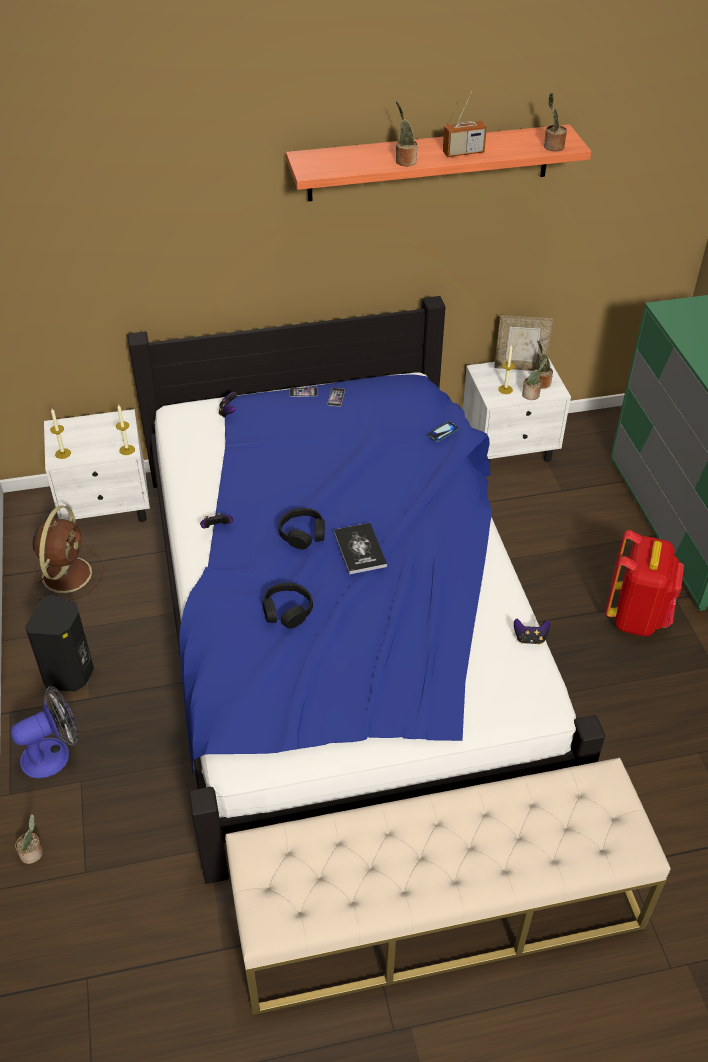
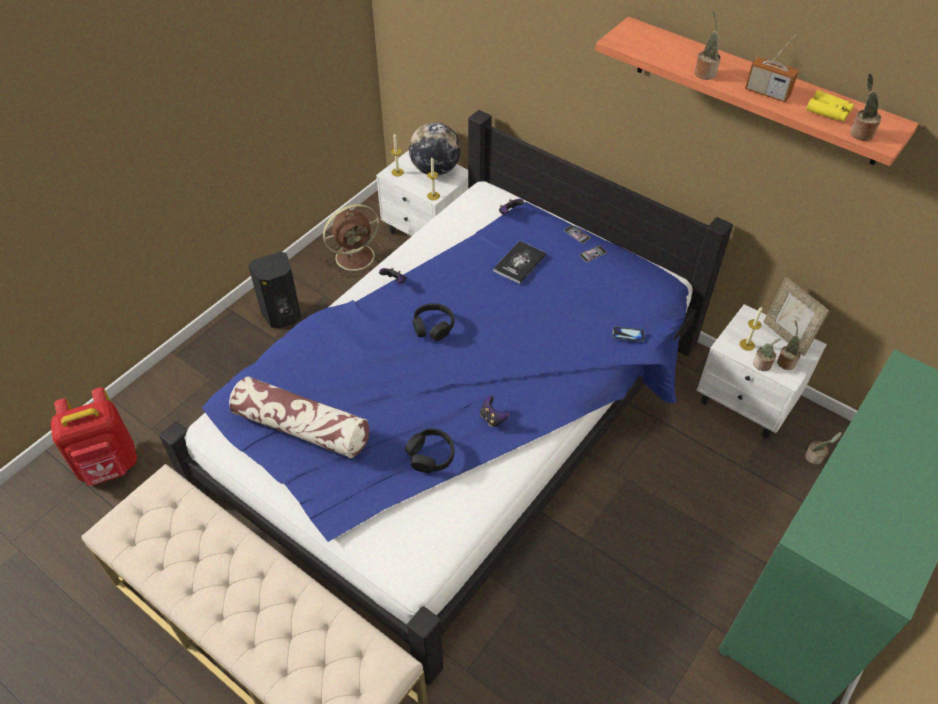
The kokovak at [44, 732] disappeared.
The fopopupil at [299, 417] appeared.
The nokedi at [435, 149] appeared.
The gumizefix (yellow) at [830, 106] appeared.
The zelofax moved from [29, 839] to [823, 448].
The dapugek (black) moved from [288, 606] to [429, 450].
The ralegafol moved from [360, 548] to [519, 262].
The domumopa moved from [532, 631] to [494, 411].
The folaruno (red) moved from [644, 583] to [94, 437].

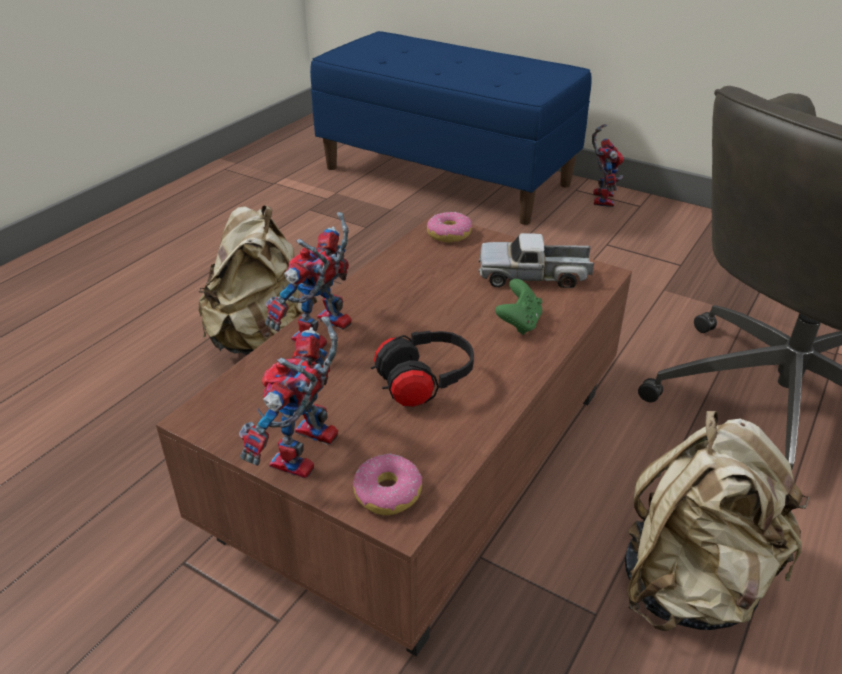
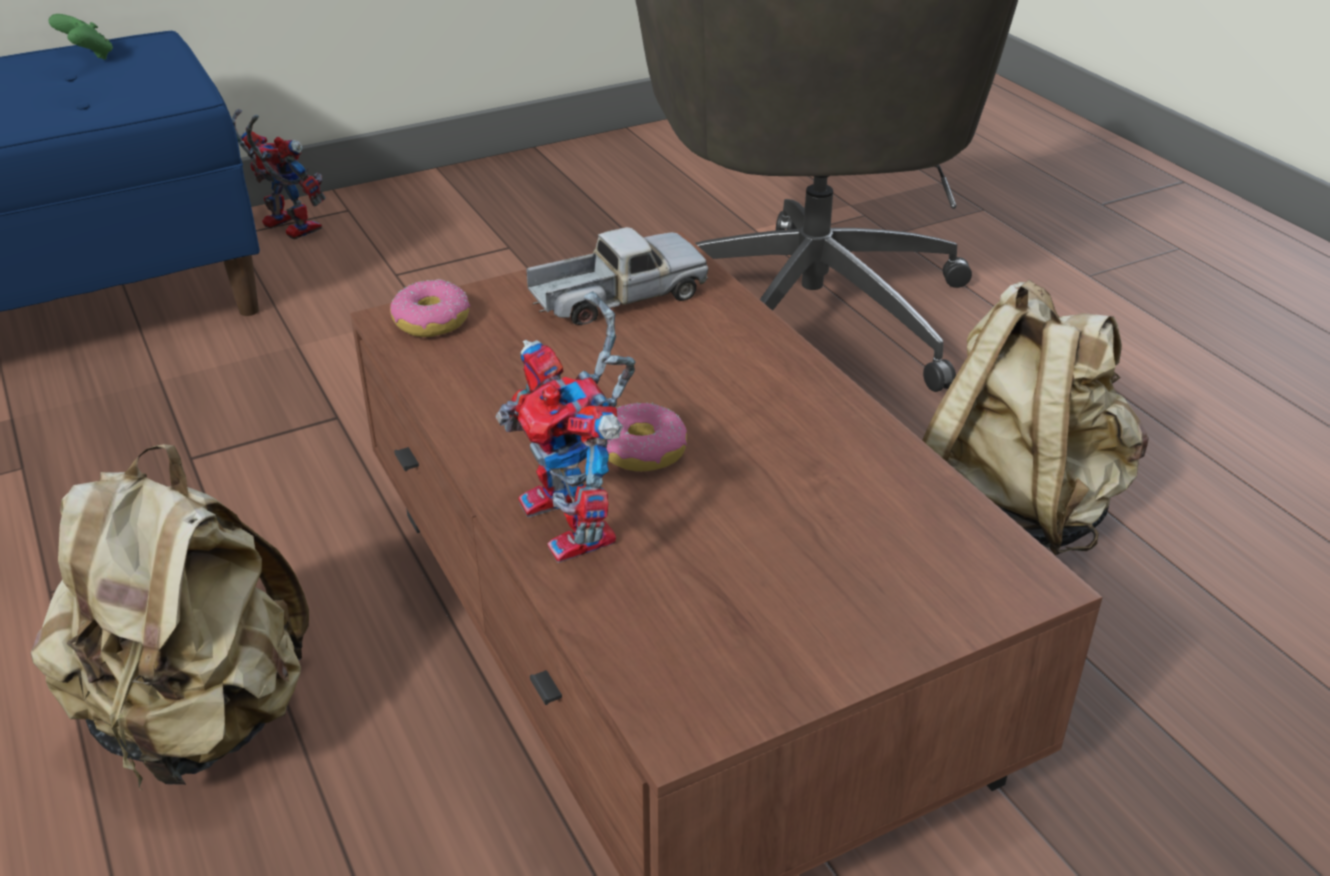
The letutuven at [288, 397] disappeared.
The dapugek (black) at [422, 369] disappeared.
The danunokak moved from [387, 484] to [647, 437].
The domumopa (green) moved from [518, 307] to [81, 37].
The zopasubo at [536, 260] turned 150 degrees counterclockwise.

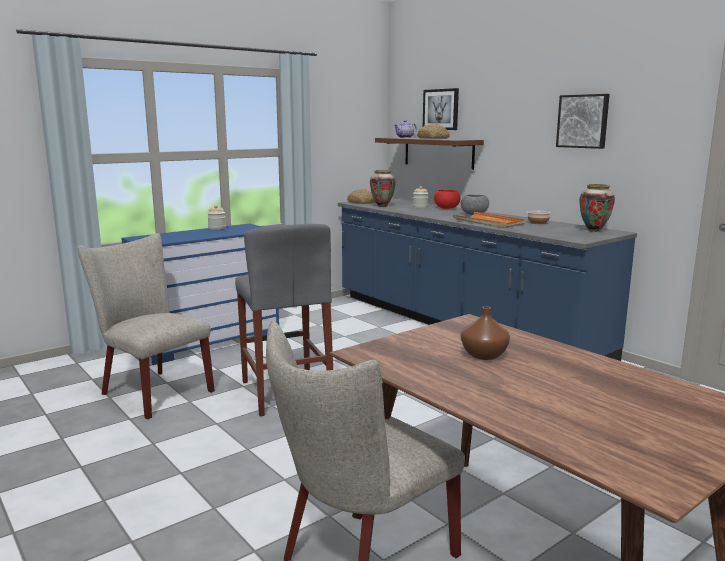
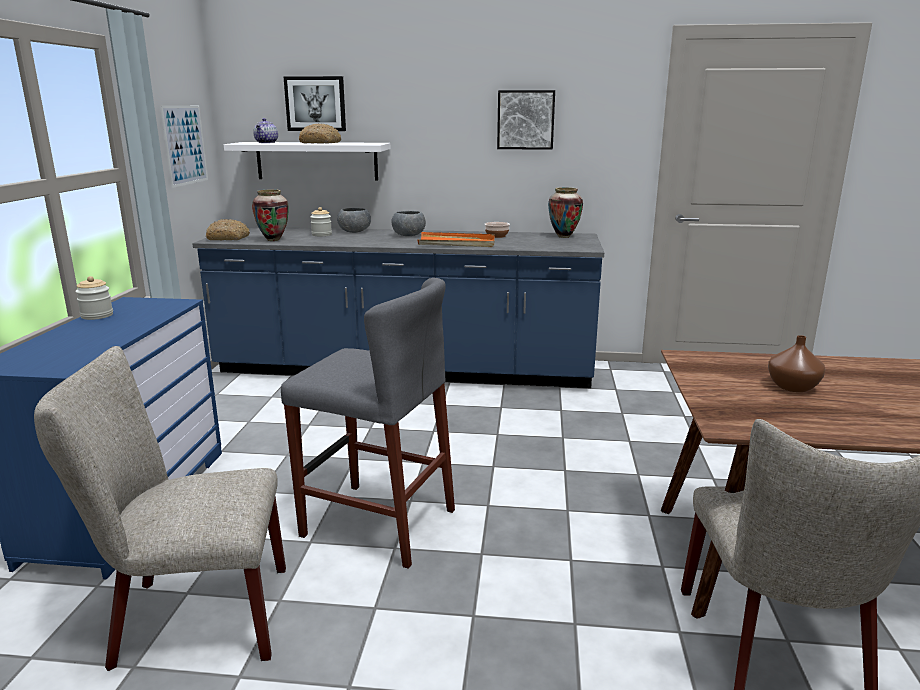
The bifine at [184, 146] appeared.
The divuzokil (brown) at [429, 153] became the divuzokil (white) at [307, 161].
The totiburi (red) at [447, 199] became the totiburi (grey) at [354, 220].

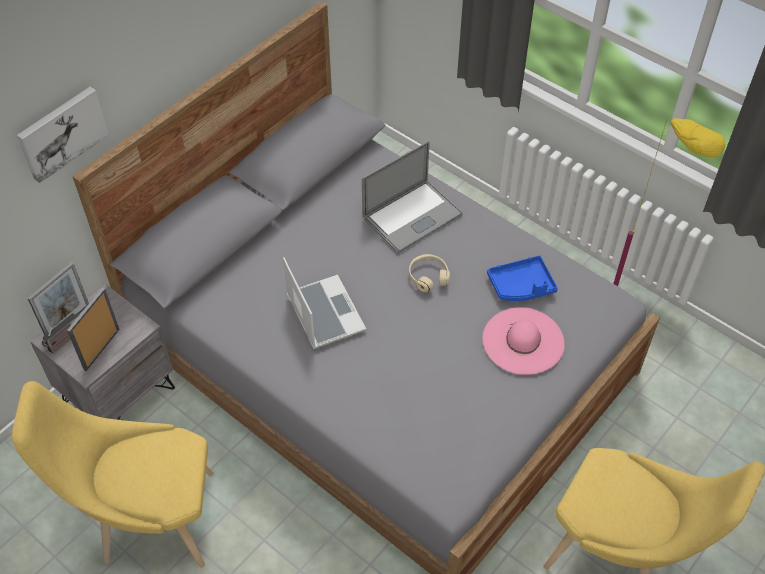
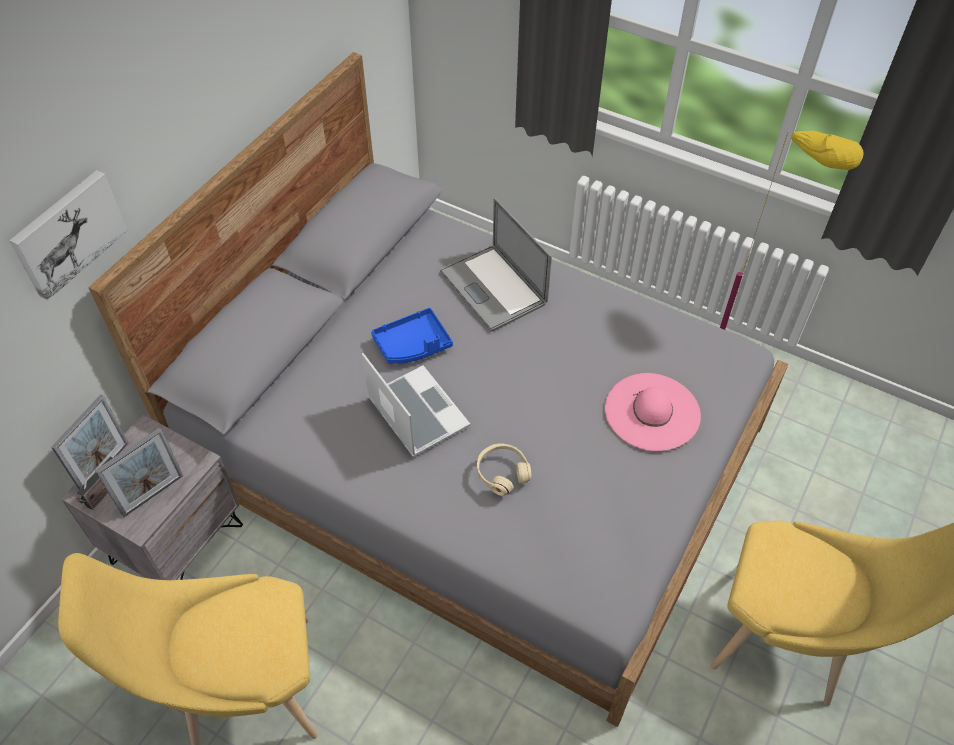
The dapugek (beige) moved from [429, 273] to [504, 469].
The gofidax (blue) moved from [522, 278] to [412, 336].
The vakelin at [93, 329] turned 150 degrees counterclockwise.
The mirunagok at [412, 197] turned 105 degrees clockwise.

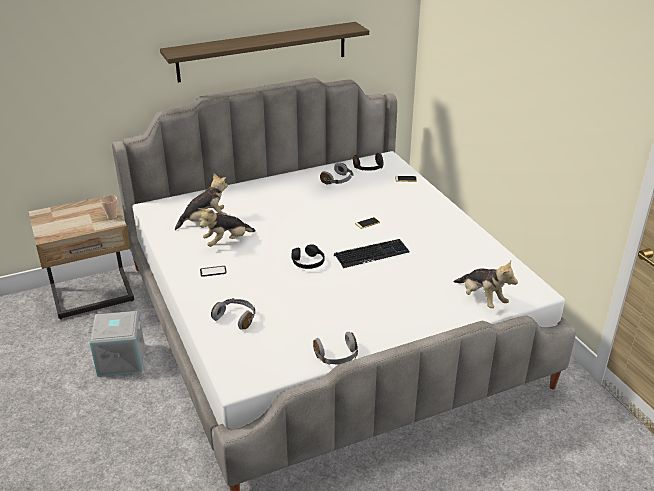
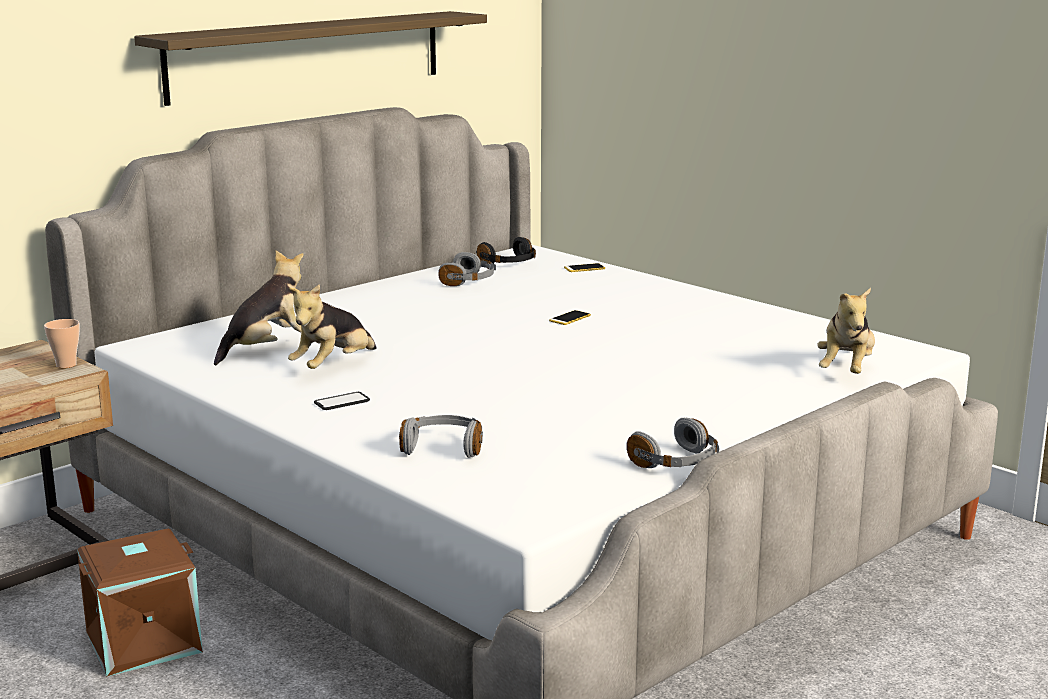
The dapugek (black) at [308, 256] disappeared.
The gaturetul at [371, 253] disappeared.
The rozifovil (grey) at [116, 344] became the rozifovil (brown) at [140, 603].
The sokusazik at [485, 284] turned 75 degrees clockwise.

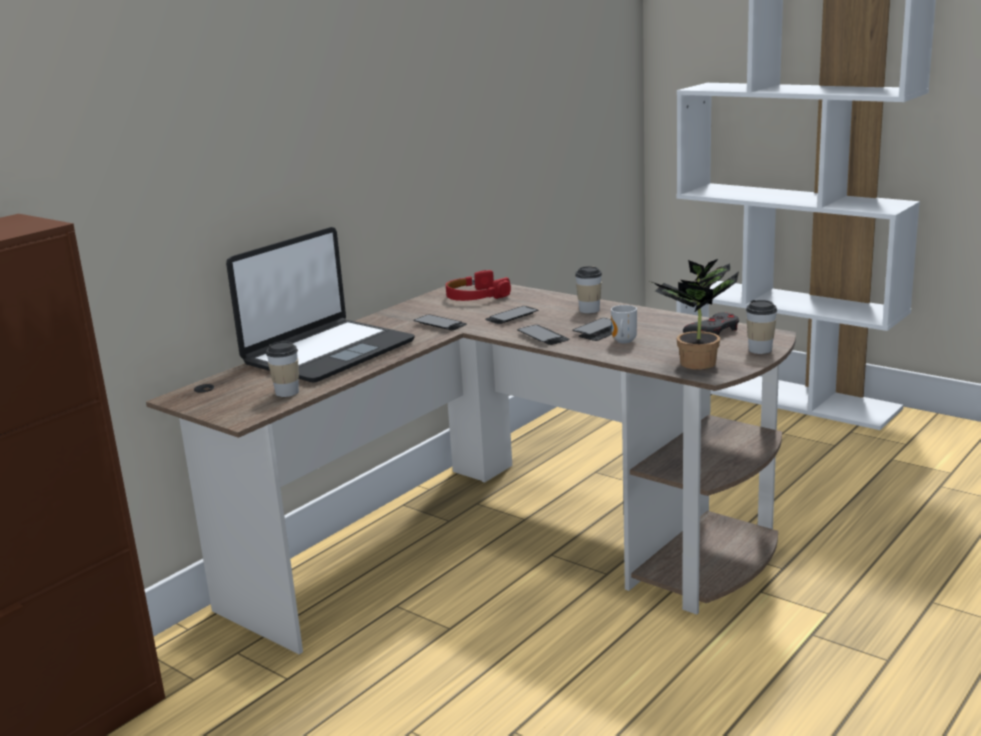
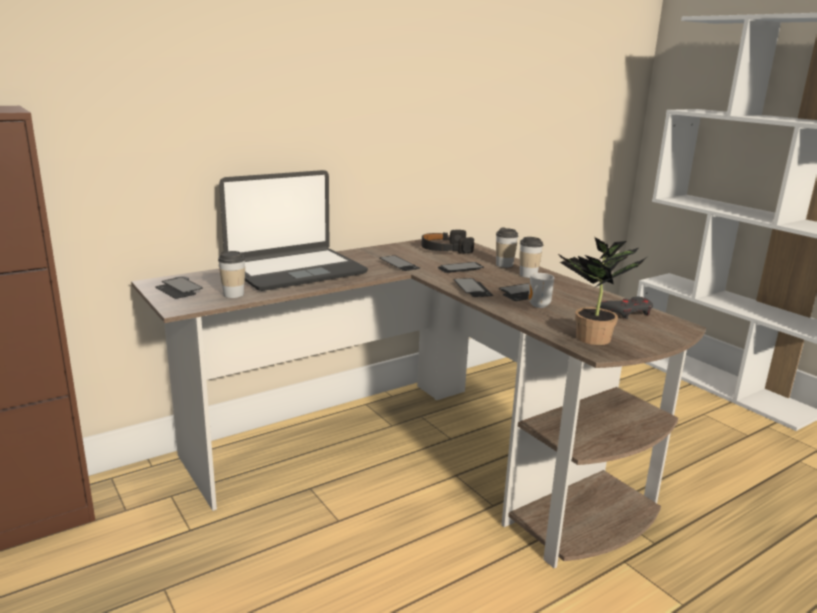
The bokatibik at [179, 288] appeared.
The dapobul moved from [761, 327] to [507, 247].
The dapugek (red) at [478, 285] became the dapugek (black) at [447, 242].

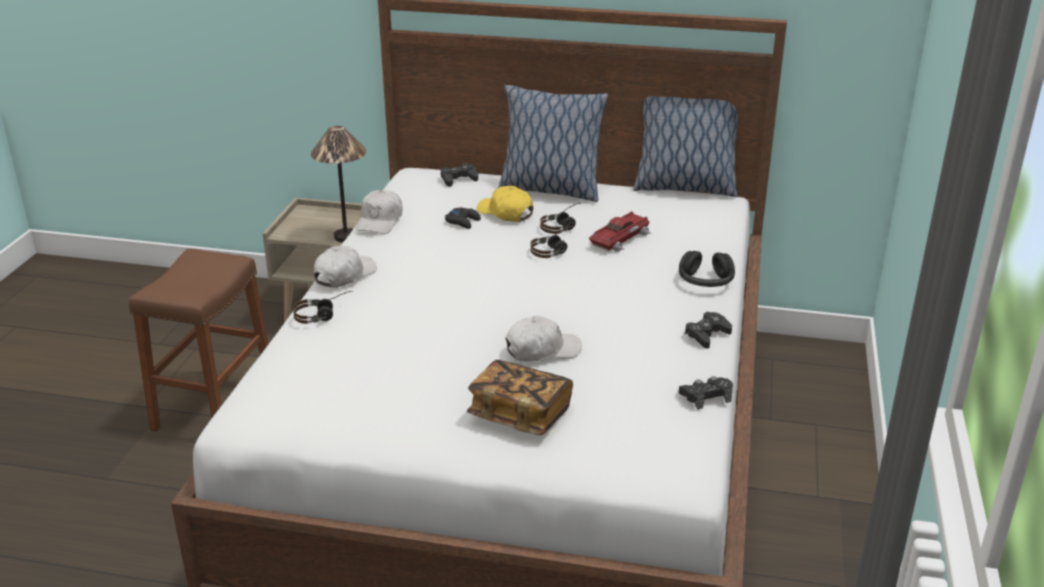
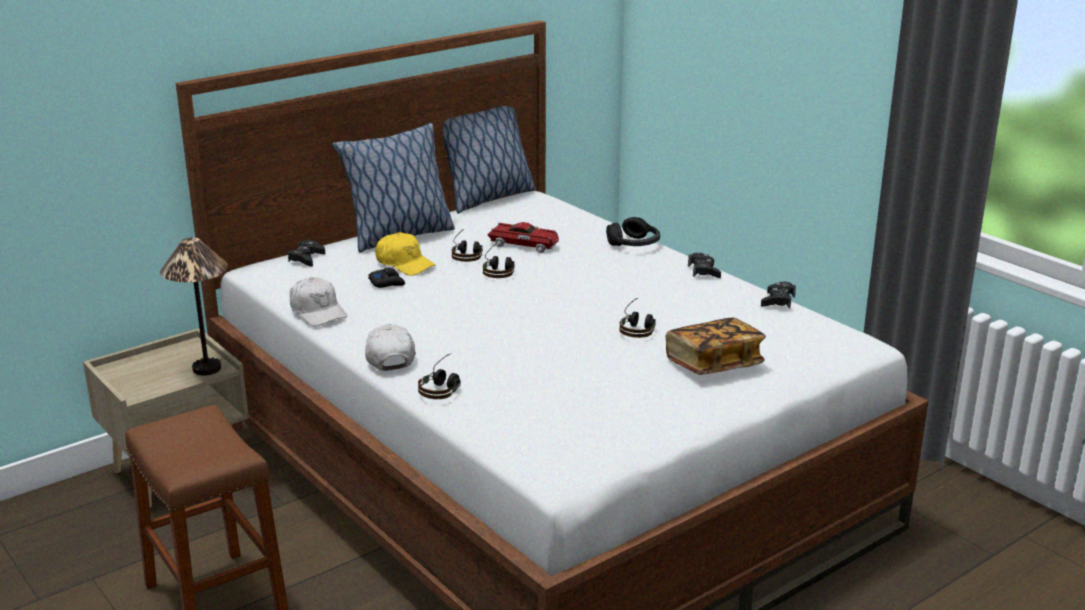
The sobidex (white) at [544, 338] was replaced by the dapugek at [637, 318].
The sobidex (yellow) at [505, 204] turned 135 degrees counterclockwise.
The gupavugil at [620, 231] turned 120 degrees clockwise.

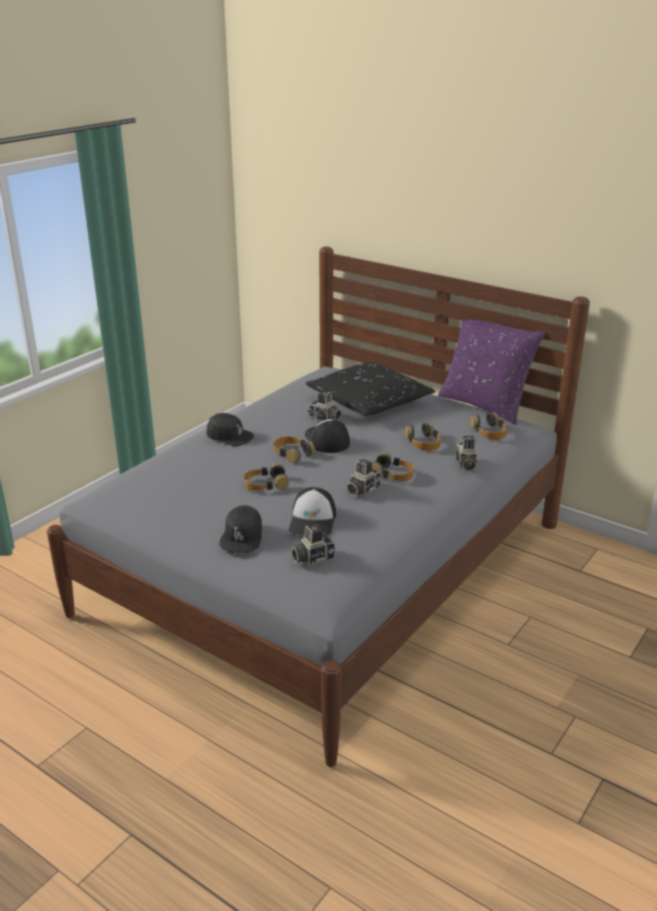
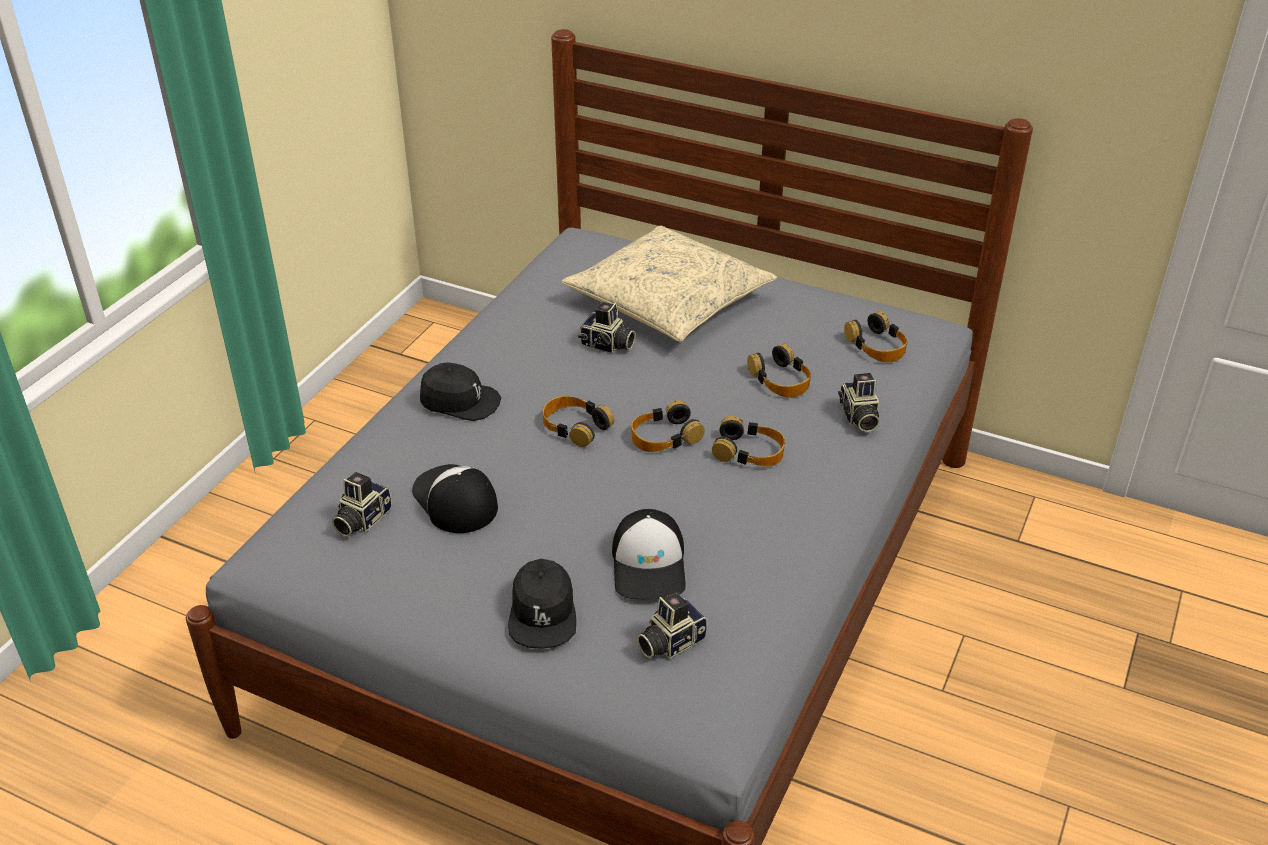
The fopopupil (purple) at [491, 372] disappeared.
The dapugek moved from [266, 477] to [668, 426].
The sobidex moved from [327, 436] to [455, 498].
The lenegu moved from [363, 477] to [362, 504].
The fopopupil (black) at [371, 389] became the fopopupil (beige) at [669, 284].

